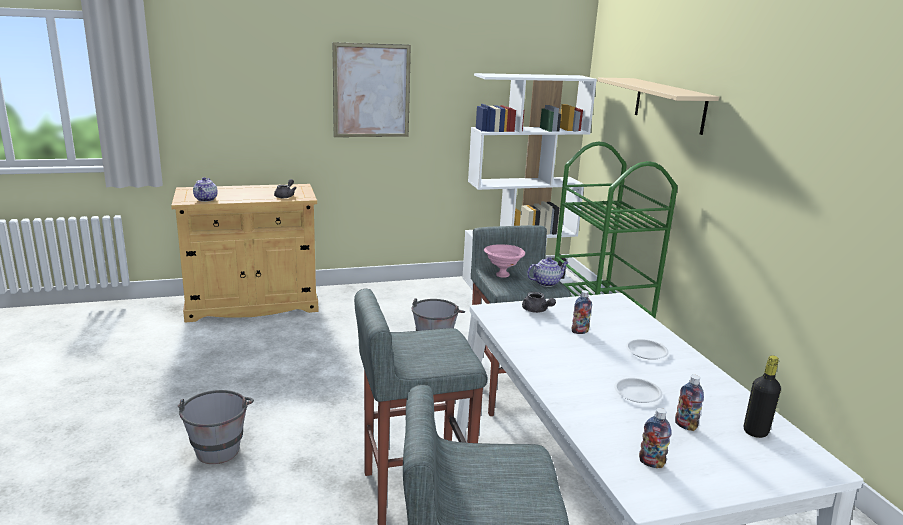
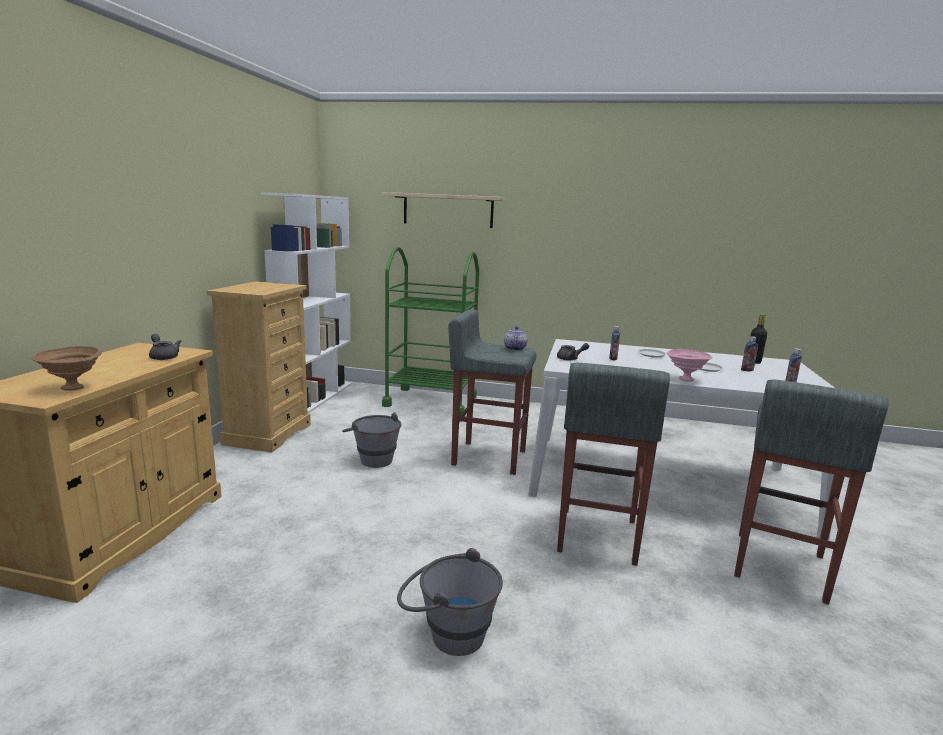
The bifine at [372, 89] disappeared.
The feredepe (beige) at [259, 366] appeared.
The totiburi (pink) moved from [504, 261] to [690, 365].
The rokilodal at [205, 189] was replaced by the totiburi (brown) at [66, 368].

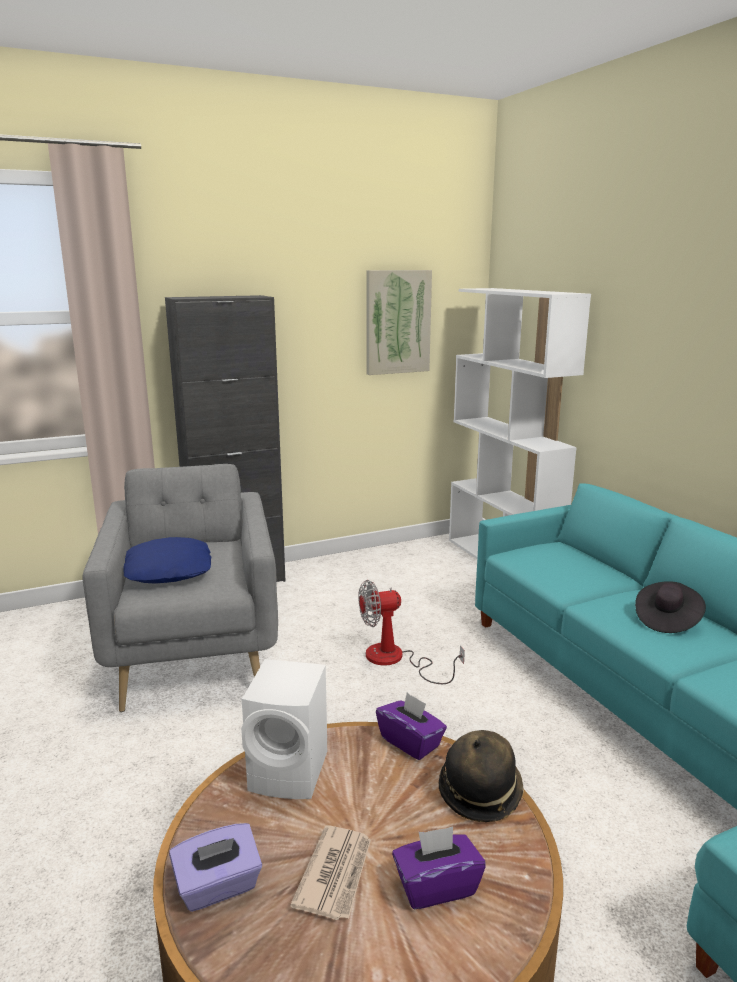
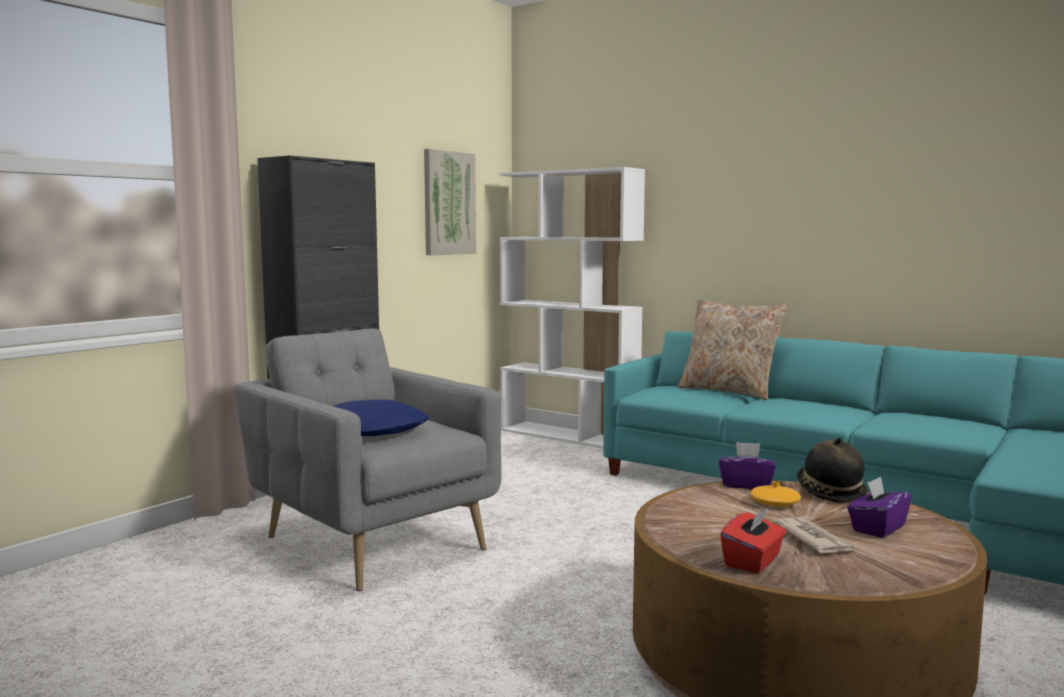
The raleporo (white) at [284, 729] disappeared.
The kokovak at [411, 632] disappeared.
The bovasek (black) at [670, 607] disappeared.
The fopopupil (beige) at [732, 349] appeared.
The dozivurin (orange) at [775, 494] appeared.
The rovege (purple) at [215, 867] became the rovege (red) at [753, 540].

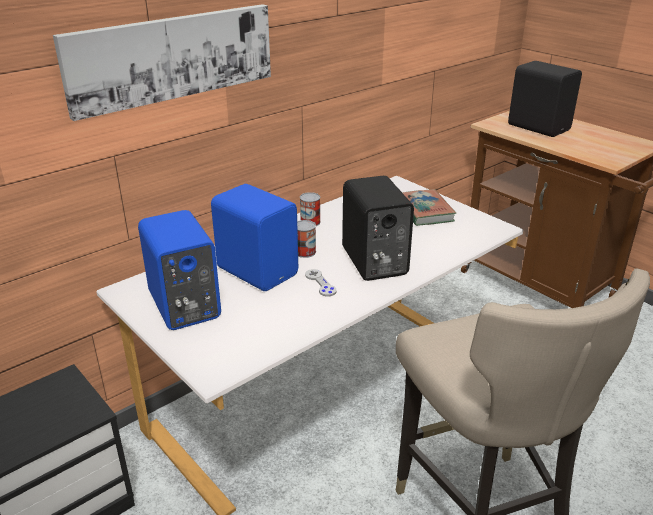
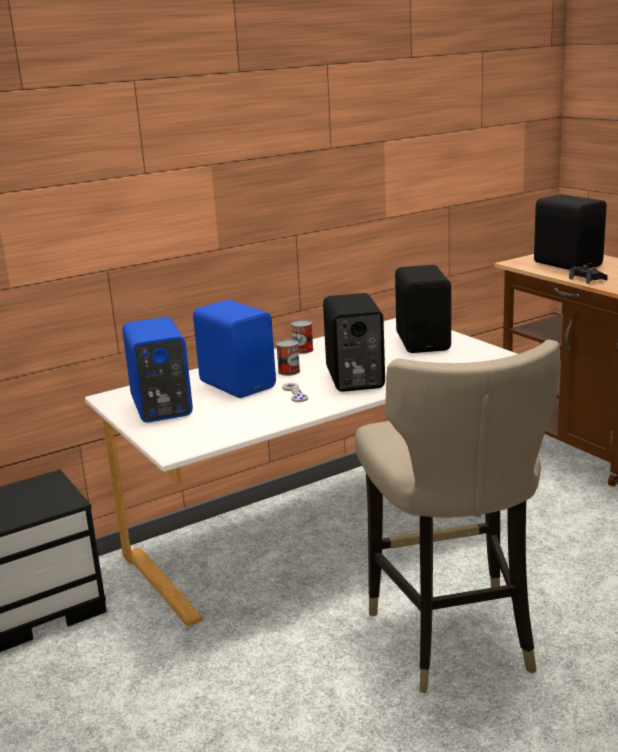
The bifine at [162, 62] disappeared.
The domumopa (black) at [588, 274] appeared.
The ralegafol at [429, 207] was replaced by the raleporo (black) at [423, 309].

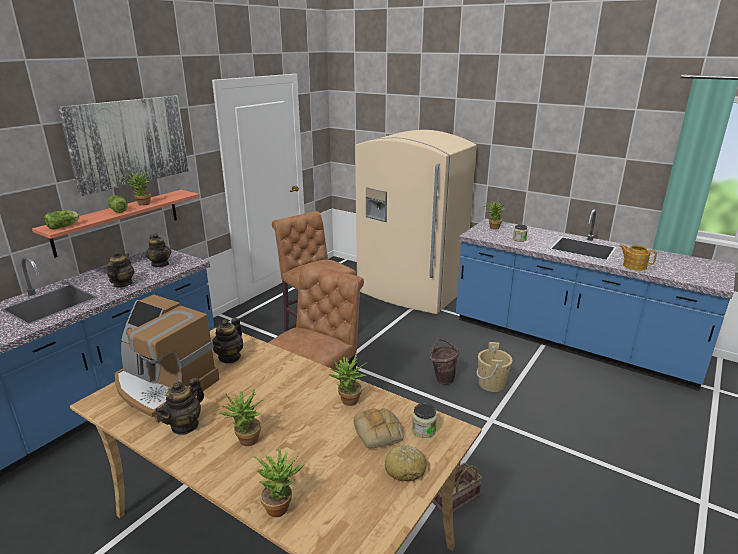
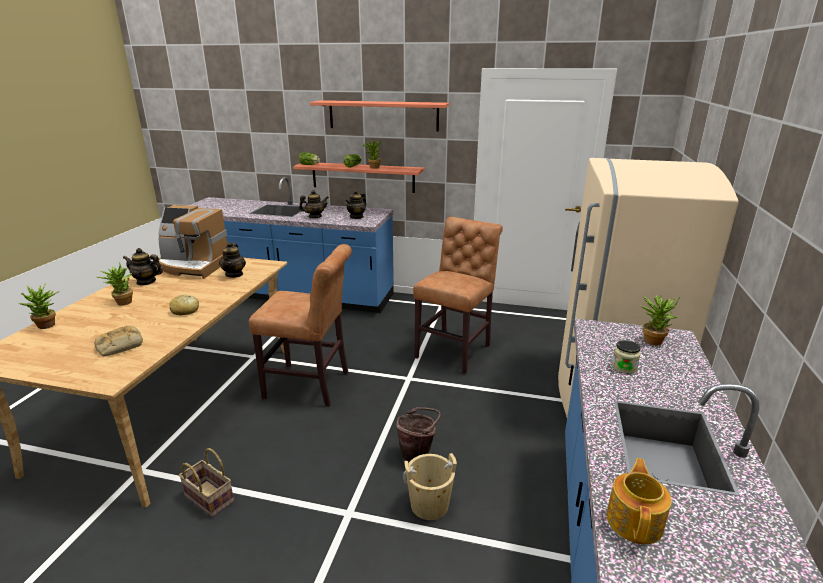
The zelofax at [347, 379] disappeared.
The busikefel at [424, 420] disappeared.
The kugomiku moved from [406, 463] to [184, 305].
The bifine at [123, 146] was replaced by the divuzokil at [380, 115].
The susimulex at [167, 358] turned 90 degrees counterclockwise.
The rokilodal at [227, 340] turned 90 degrees counterclockwise.

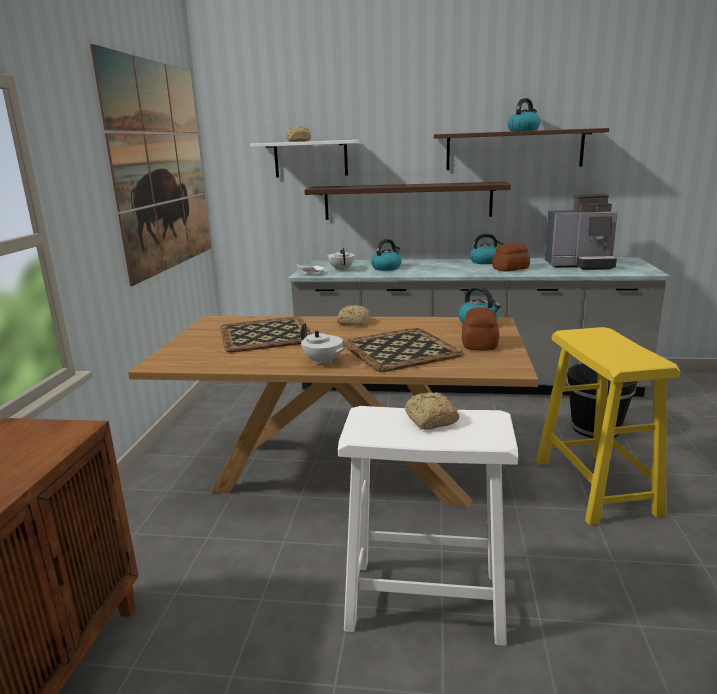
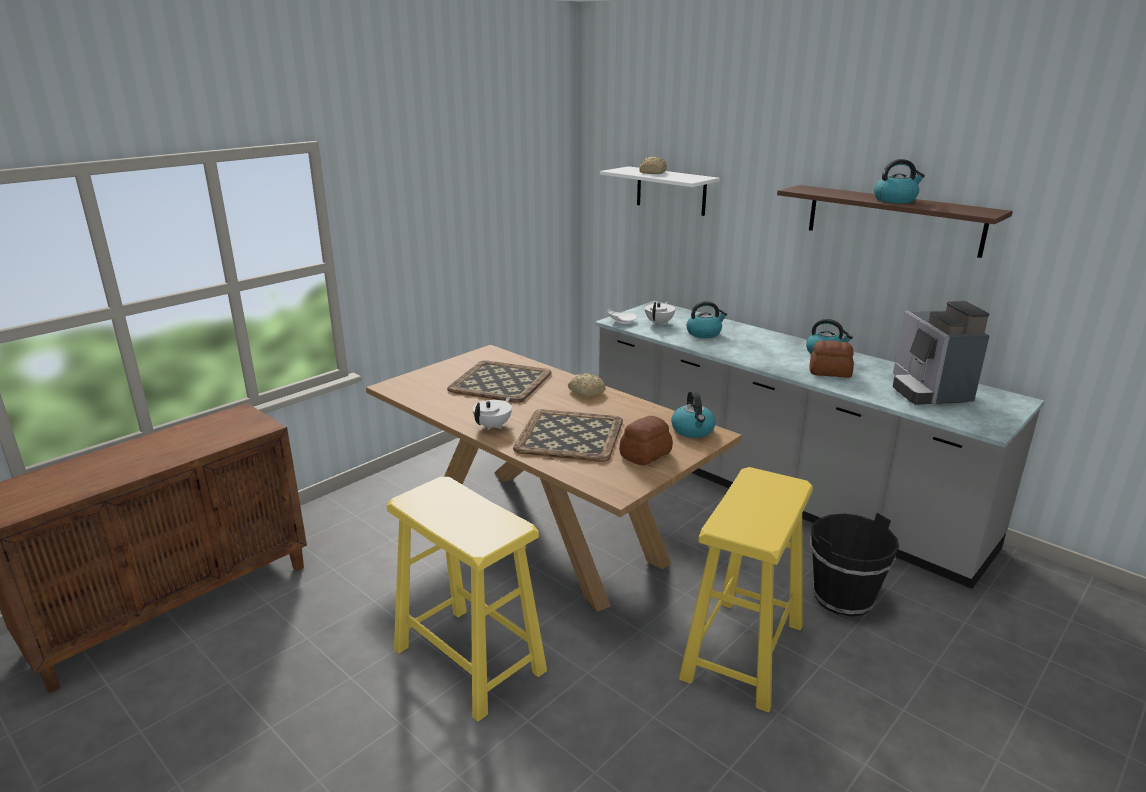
The bifine at [150, 165] disappeared.
The divuzokil at [407, 201] disappeared.
The kugomiku at [432, 411] disappeared.
The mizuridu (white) at [428, 526] became the mizuridu (yellow) at [467, 598].
The rokilodal (white) at [324, 344] turned 135 degrees counterclockwise.
The susimulex at [581, 232] turned 45 degrees clockwise.

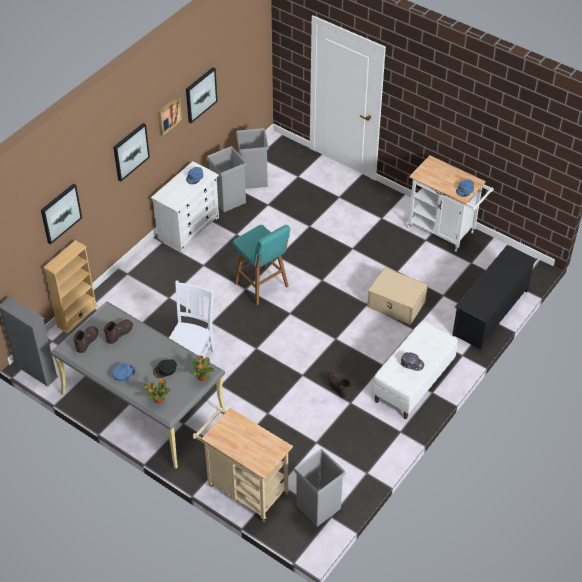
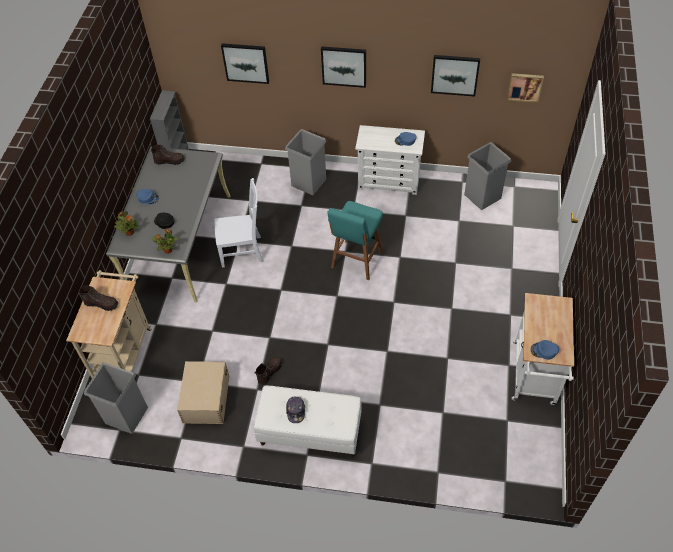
The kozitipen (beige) at [70, 287] disappeared.
The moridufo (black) at [494, 297] disappeared.
The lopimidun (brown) moved from [118, 331] to [98, 298].
The bifine moved from [170, 116] to [525, 88].
The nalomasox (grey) moved from [227, 179] to [305, 162].
The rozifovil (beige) moved from [397, 296] to [203, 392].

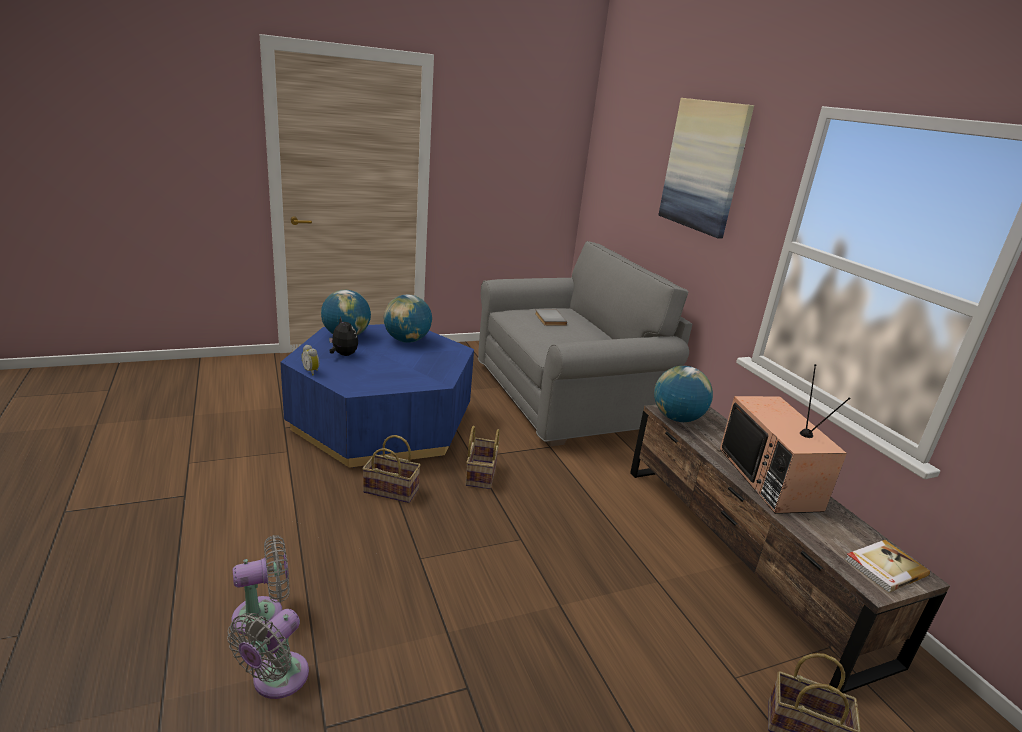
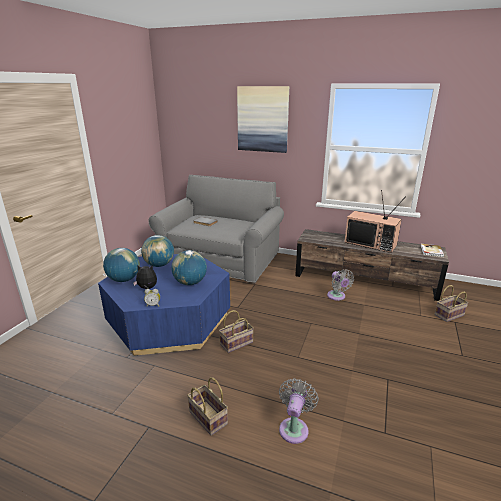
The kokovak (grey) moved from [268, 654] to [340, 285].
The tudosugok moved from [483, 457] to [207, 406].
The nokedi moved from [683, 394] to [189, 267].

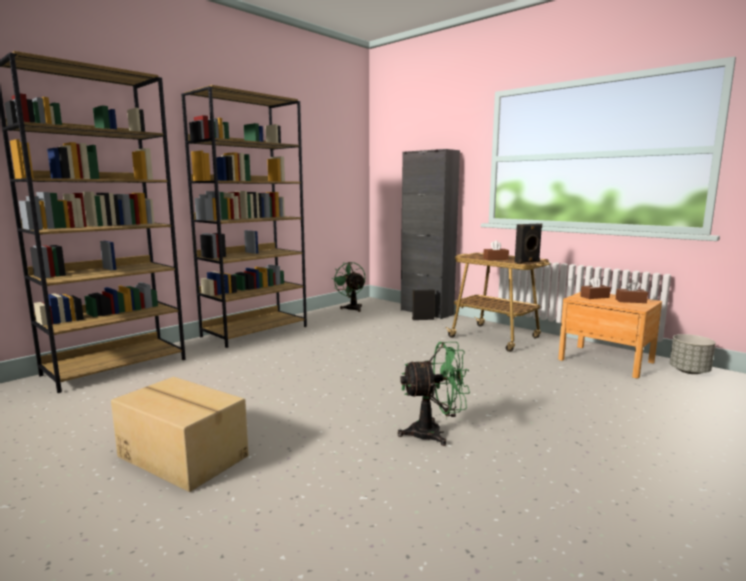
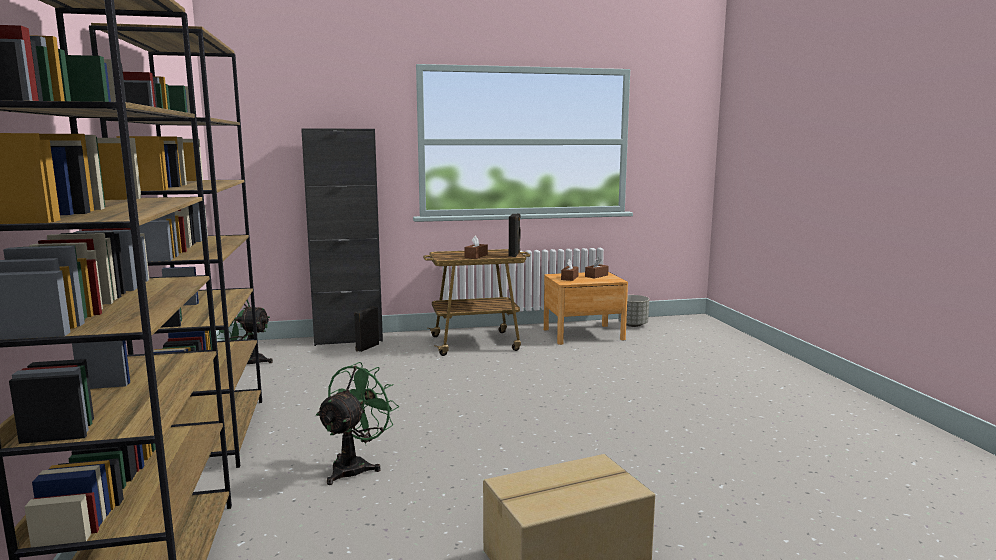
The kokovak (green) moved from [433, 394] to [357, 423].

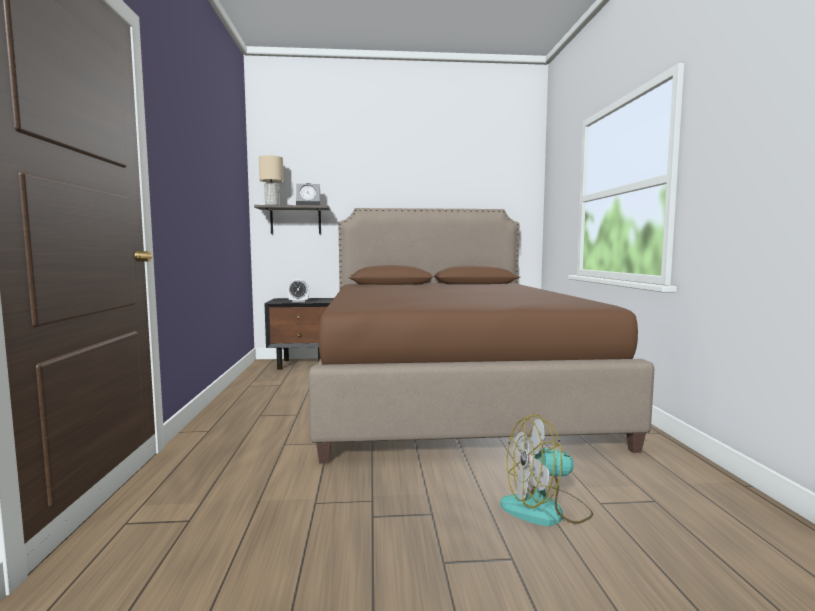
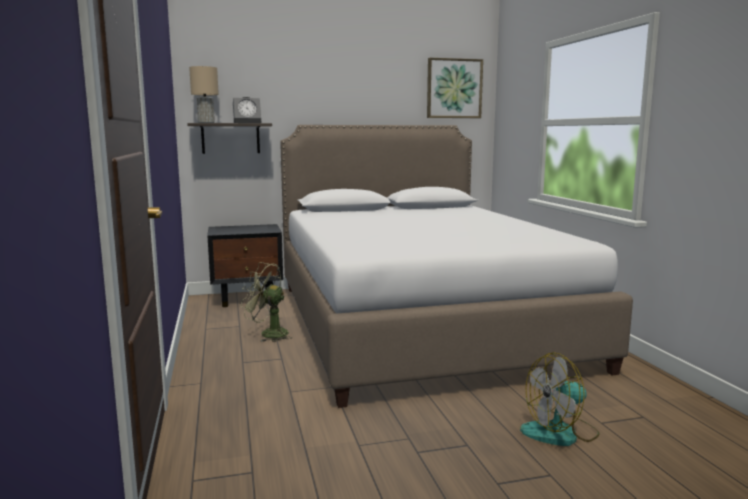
The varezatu at [298, 290] disappeared.
The kokovak (green) at [266, 302] appeared.
The bifine at [455, 88] appeared.
The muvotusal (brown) at [481, 336] became the muvotusal (white) at [456, 266].

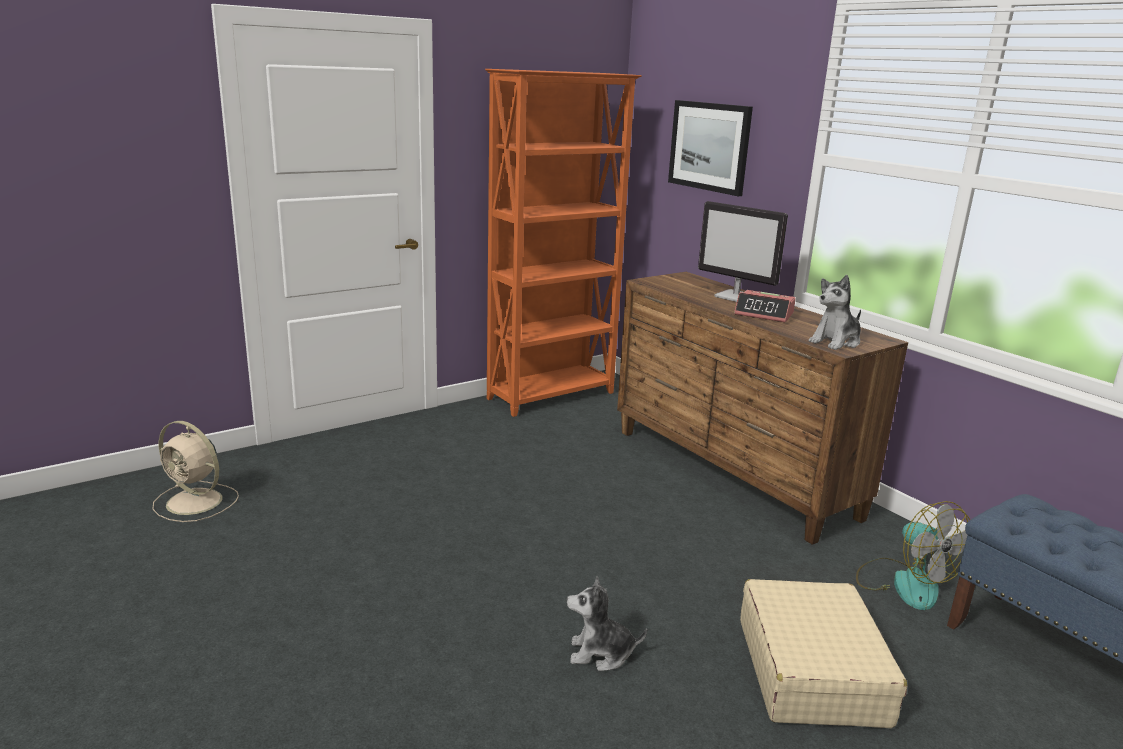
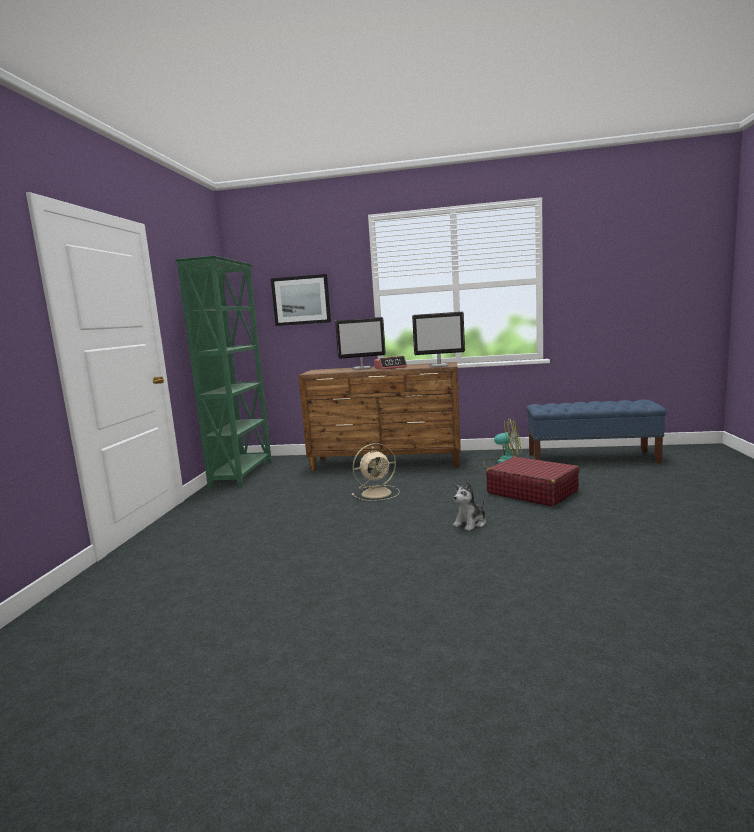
The kokovak (beige) moved from [196, 471] to [376, 472].
The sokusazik at [835, 312] was replaced by the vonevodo at [438, 339].
The kozitipen (orange) at [563, 243] became the kozitipen (green) at [223, 371].
The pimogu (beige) at [823, 653] became the pimogu (red) at [532, 481].

